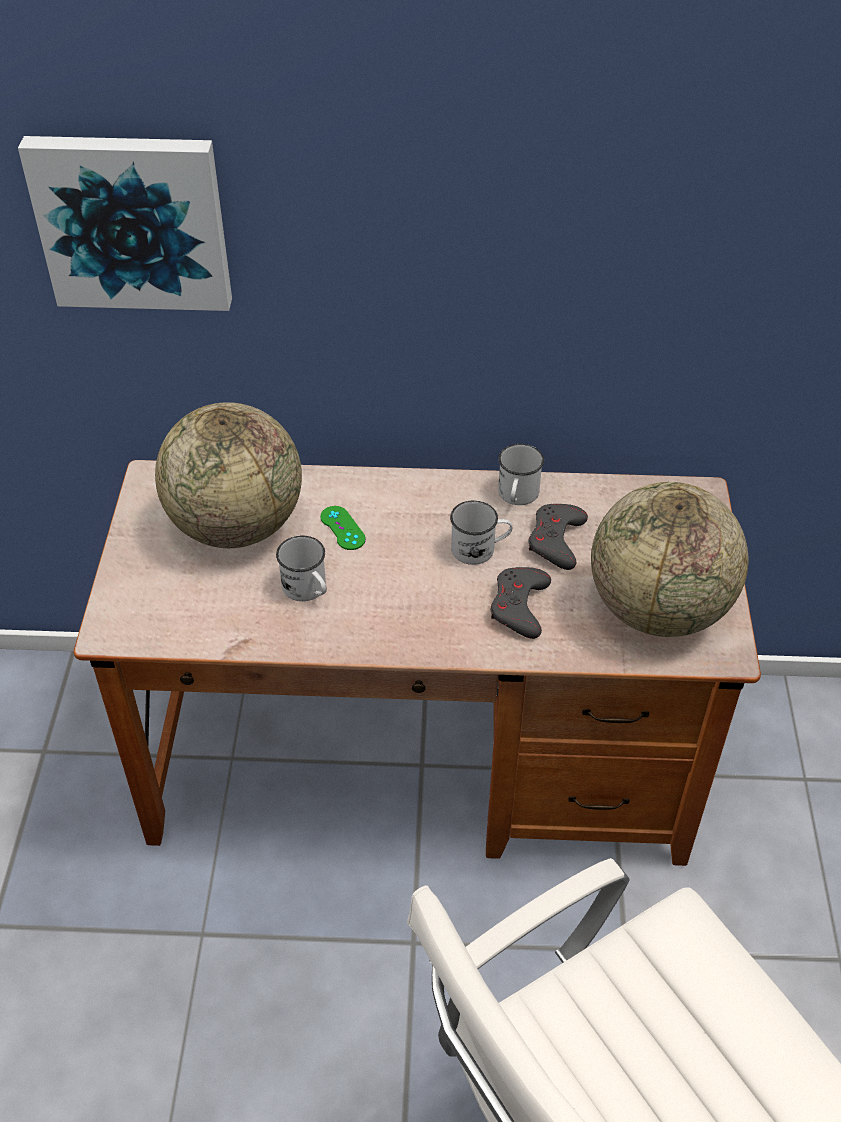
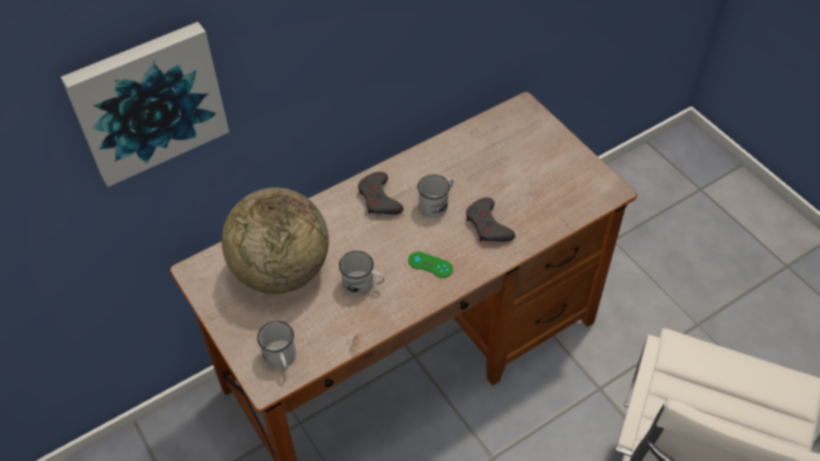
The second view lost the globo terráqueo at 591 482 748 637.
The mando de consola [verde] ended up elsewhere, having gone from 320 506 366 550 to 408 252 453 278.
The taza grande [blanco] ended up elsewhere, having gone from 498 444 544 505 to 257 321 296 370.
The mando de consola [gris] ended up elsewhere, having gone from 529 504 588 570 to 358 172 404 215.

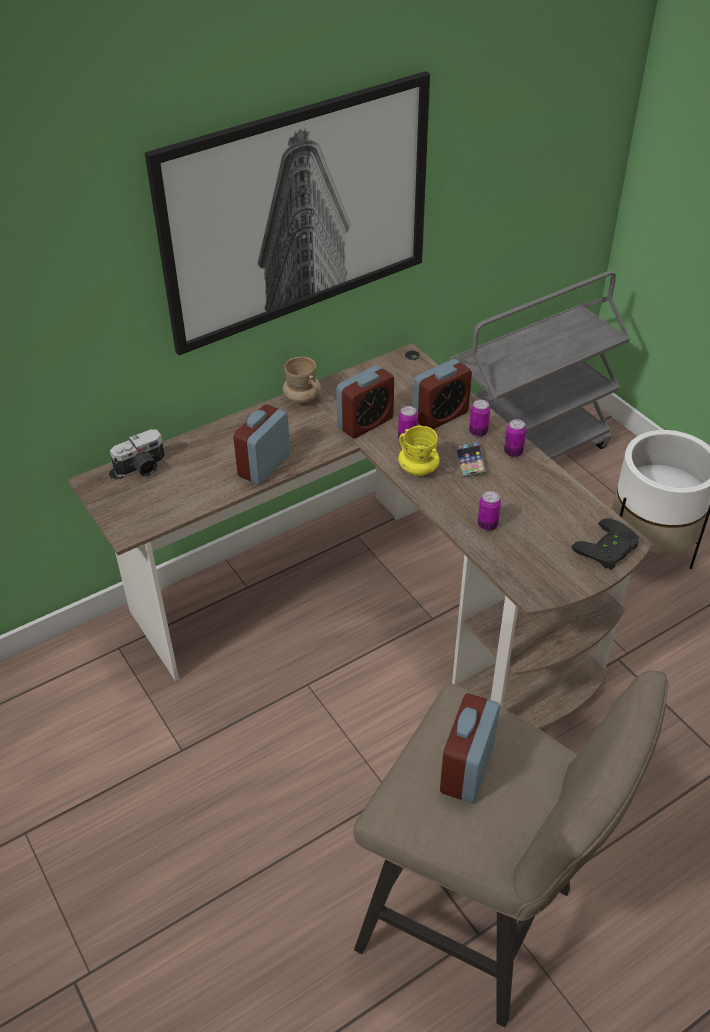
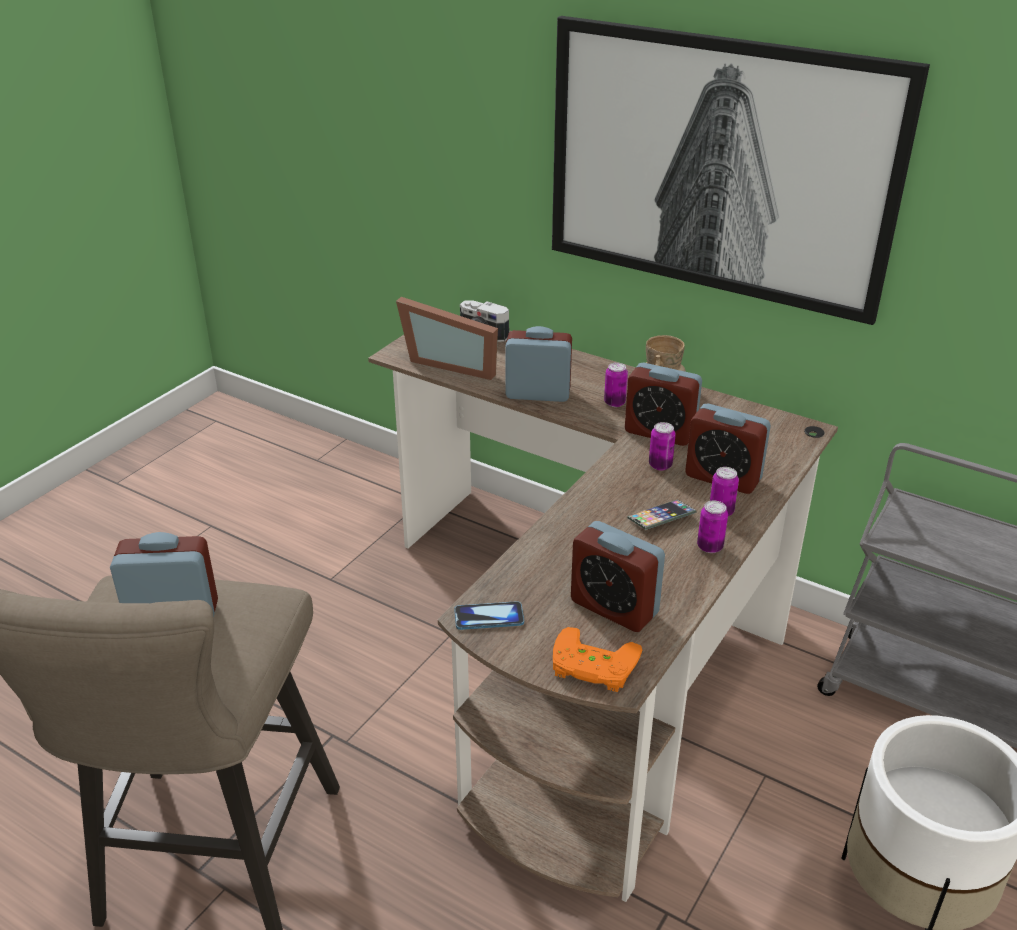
The second view lost the taza grande [amarillo] at 398 426 440 476.
The second view gained the portarretratos at 396 297 498 380.
The second view gained the móvil at 454 601 524 630.
The second view gained the despertador at 571 521 665 632.
The lata ended up elsewhere, having gone from 478 491 501 531 to 604 362 628 407.
What was the mando de consola [negro] at 572 518 639 570 turned into the mando de consola [naranja] at 553 627 642 692.

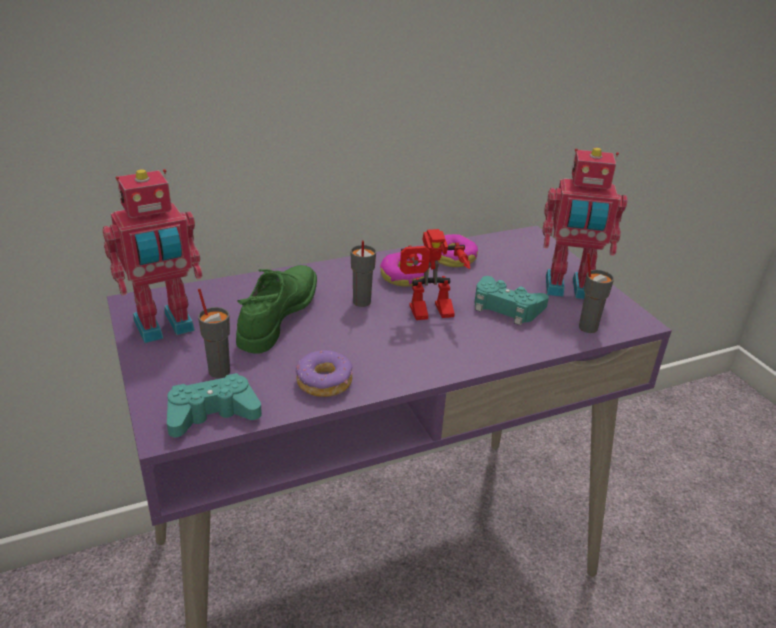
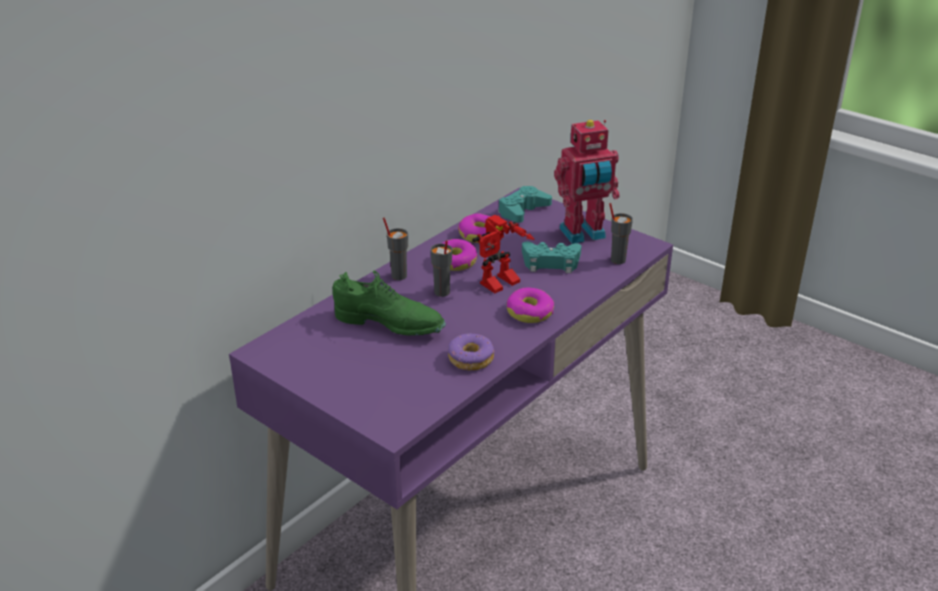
The second view lost the robot de juguete at 103 169 203 343.
The second view gained the rosquilla at 507 288 554 323.
The mando de consola [turquesa] ended up elsewhere, having gone from 167 373 262 437 to 498 186 552 223.
The taza [gris] ended up elsewhere, having gone from 198 289 230 378 to 383 218 408 280.
The zapato [verde] at 236 265 317 354 ended up facing another way, 120 degrees clockwise from before.

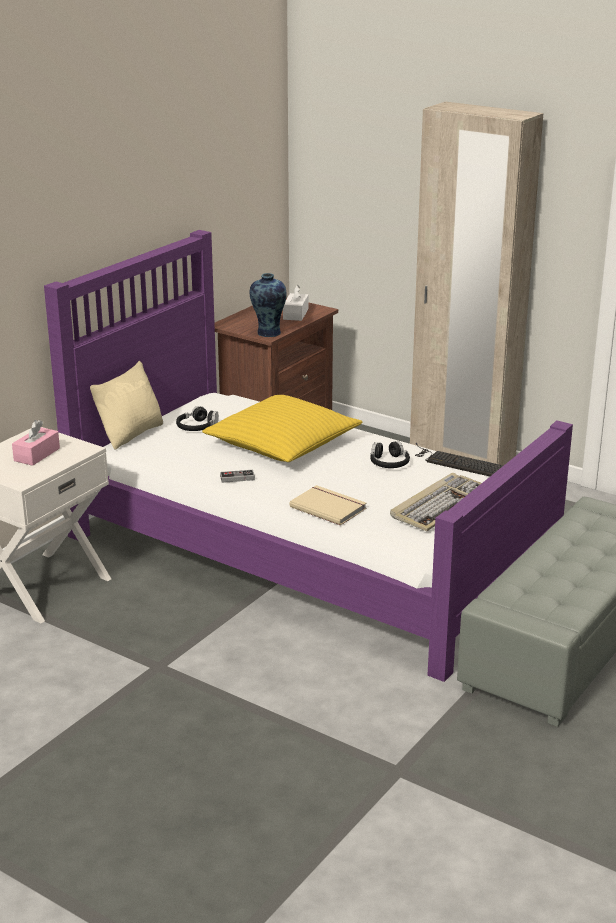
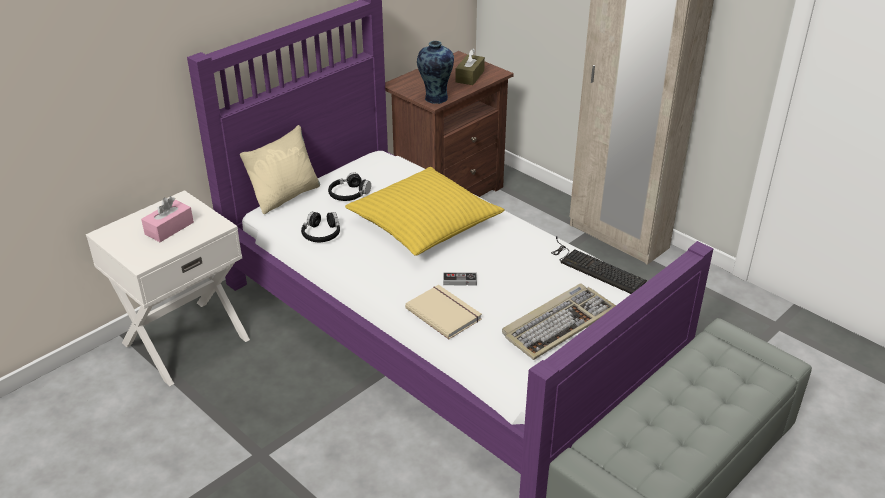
The mando de consola ended up elsewhere, having gone from 220 470 255 483 to 443 272 477 285.
The auriculares [negro] ended up elsewhere, having gone from 370 441 410 468 to 301 212 340 242.
What was the caja de pañuelos [blanco] at 283 285 308 321 turned into the caja de pañuelos [marrón] at 455 49 485 85.

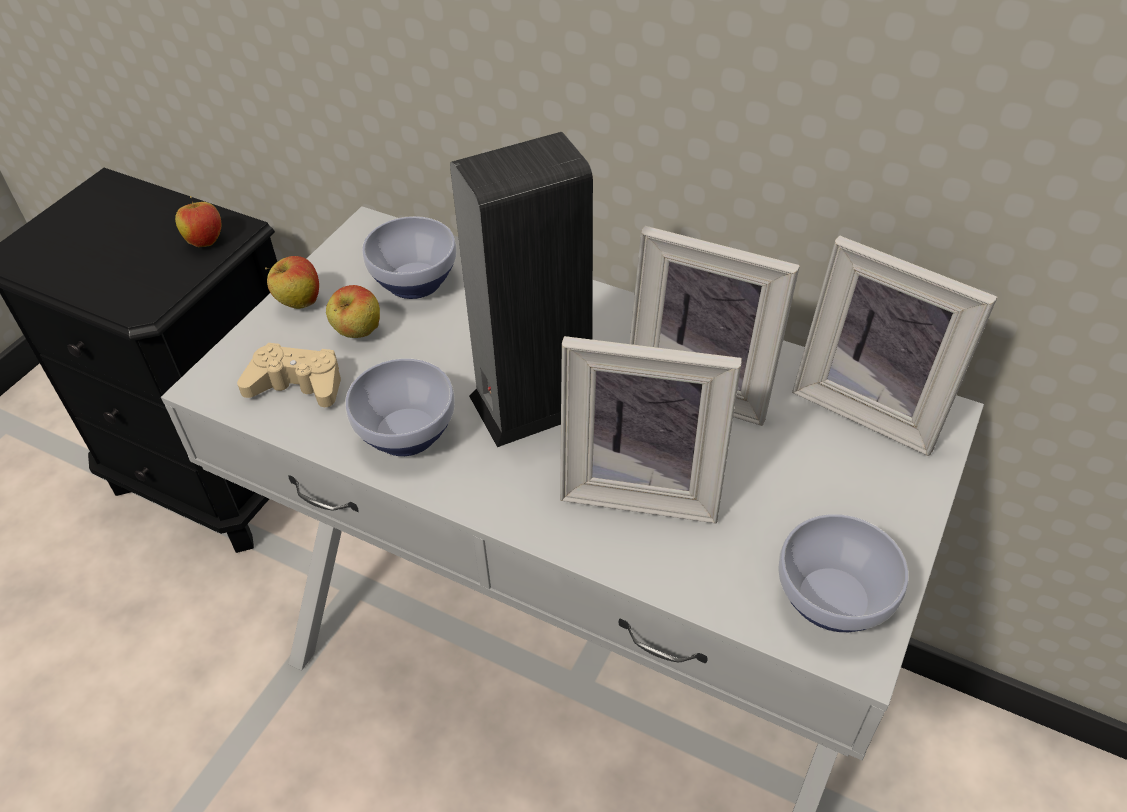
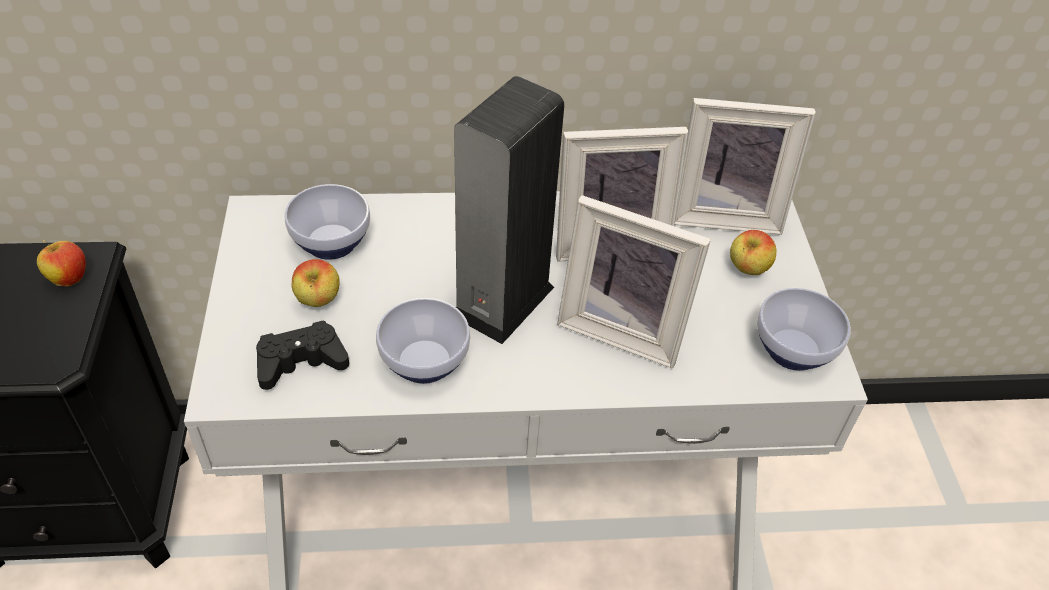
The manzana ended up elsewhere, having gone from 265 256 319 309 to 730 230 776 275.
What was the mando de consola [beis] at 237 343 341 407 turned into the mando de consola [negro] at 256 320 349 390.
The portarretratos at 560 336 742 524 ended up facing another way, 45 degrees clockwise from before.

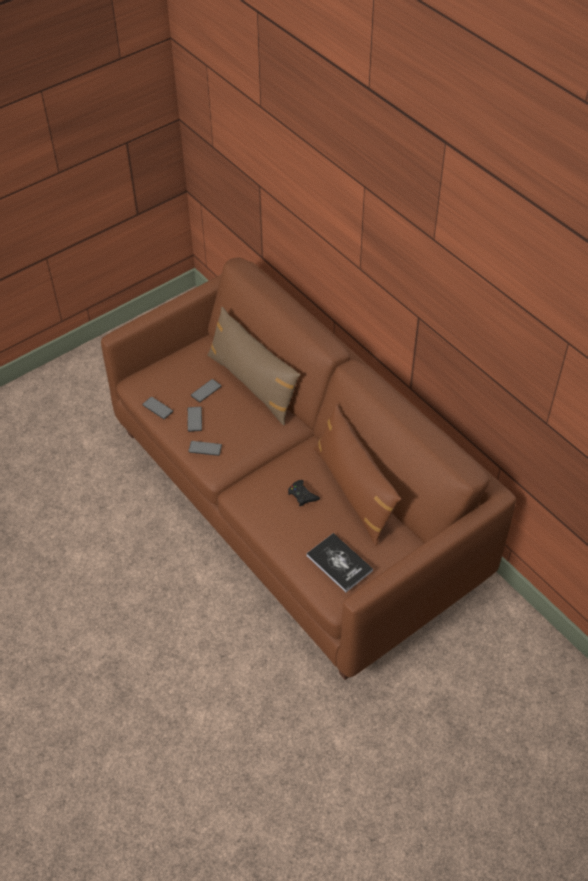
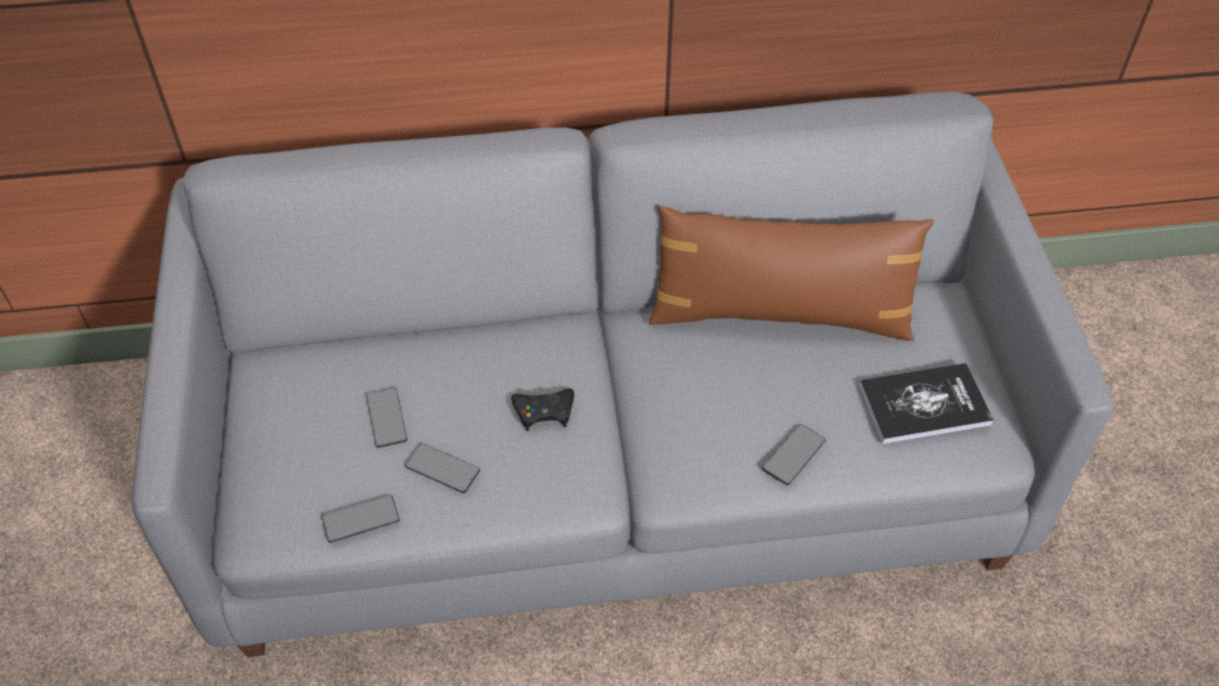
The second view lost the cojín [marrón] at 207 307 301 425.
The móvil ended up elsewhere, having gone from 188 441 222 456 to 762 424 826 485.
The mando de consola [negro] ended up elsewhere, having gone from 288 480 320 506 to 511 388 574 431.
What was the sofá [marrón] at 101 258 516 680 turned into the sofá [gris] at 132 92 1113 657.

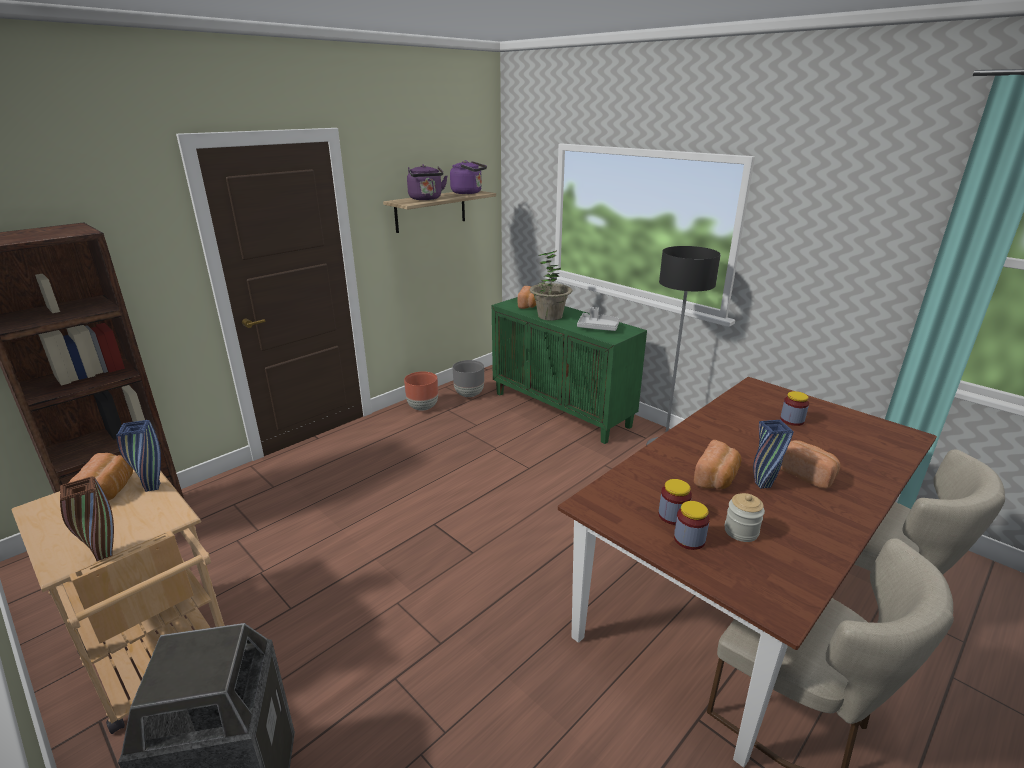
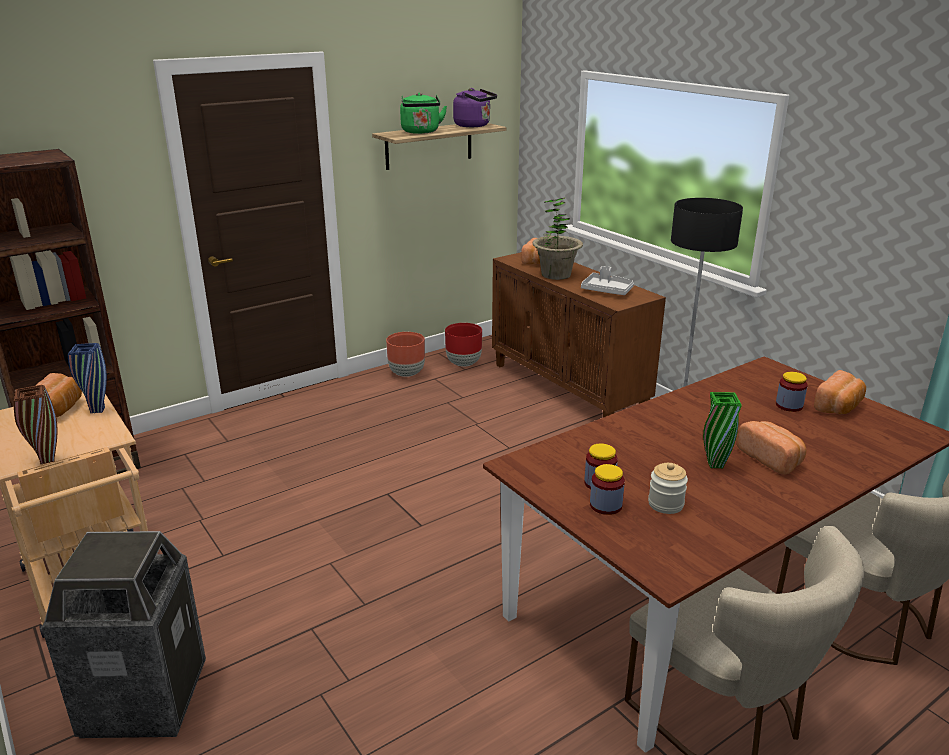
The pan ended up elsewhere, having gone from 694 440 741 489 to 814 370 866 414.
What was the hervidor [morado] at 407 164 448 200 turned into the hervidor [verde] at 400 92 447 134.
What was the maceta [gris] at 452 360 484 397 turned into the maceta [rojo] at 445 323 482 367.
What was the armario [verde] at 492 297 647 444 turned into the armario [marrón] at 492 252 666 417.
What was the florero [azul] at 753 420 794 489 turned into the florero [verde] at 703 392 742 468.

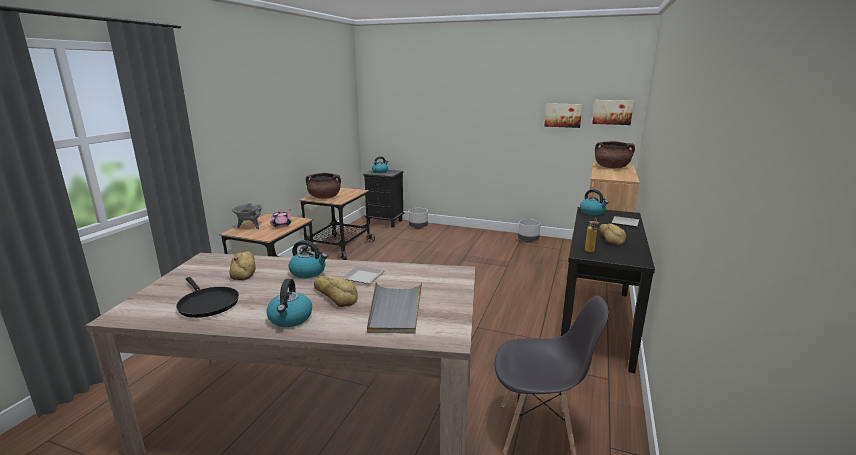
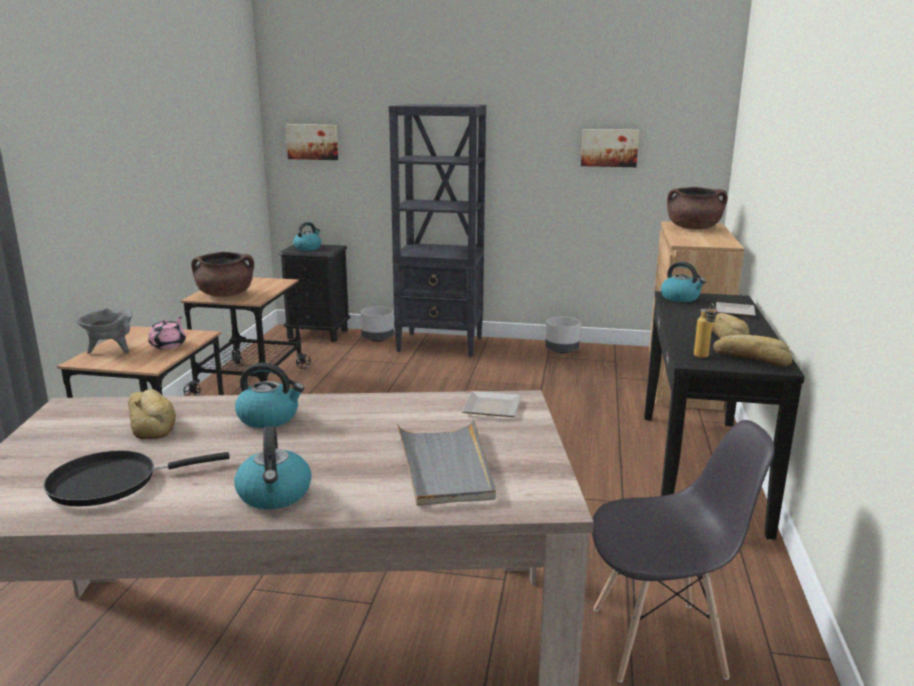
The second view gained the estantería [negro] at 389 104 486 357.
The pan ended up elsewhere, having gone from 314 275 358 307 to 713 335 792 367.
The plato ended up elsewhere, having gone from 342 266 385 284 to 462 391 521 417.
The cuadro ended up elsewhere, having gone from 592 100 634 125 to 286 124 338 160.
The sartén [negro] at 176 277 239 318 ended up facing another way, 120 degrees clockwise from before.

